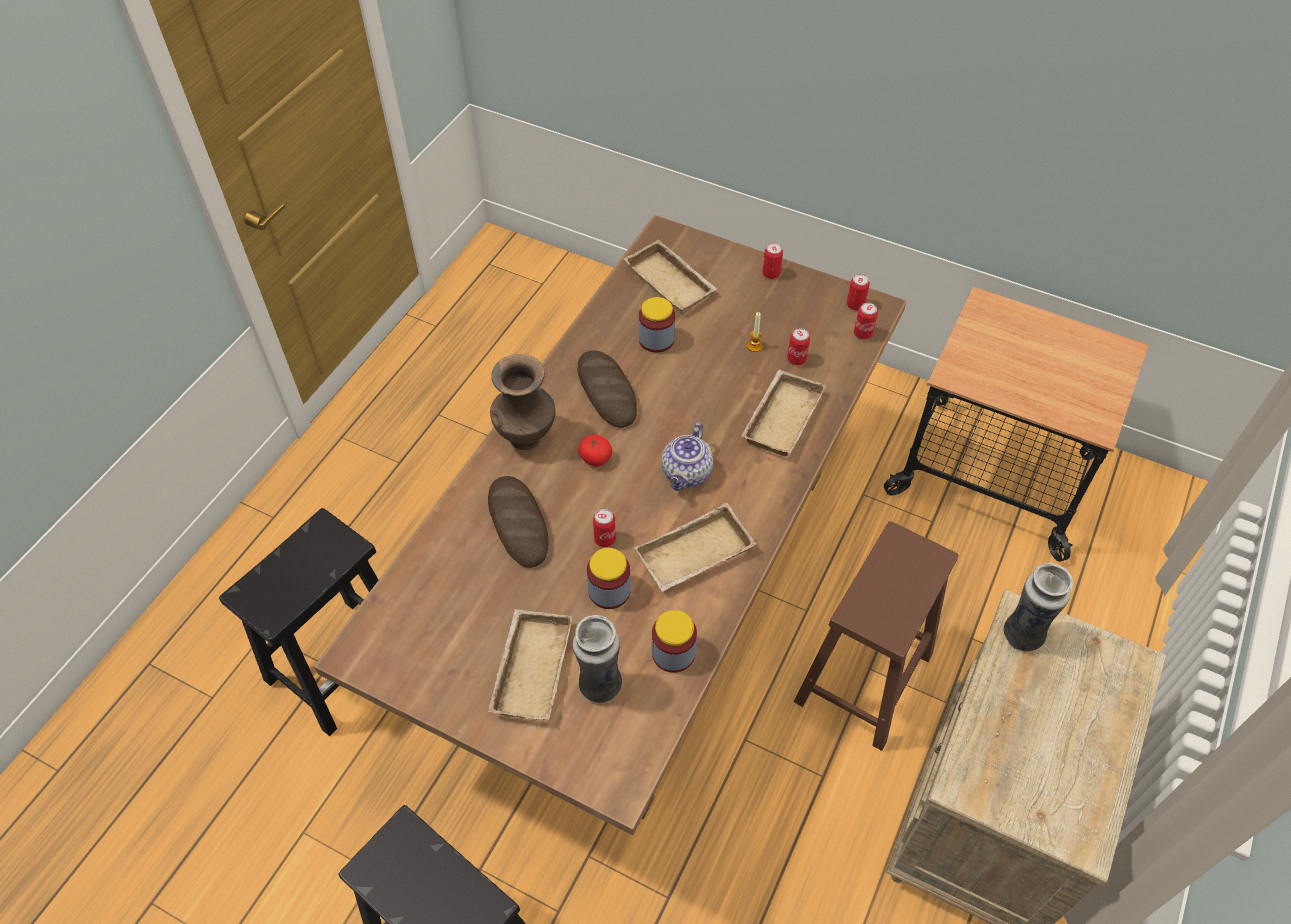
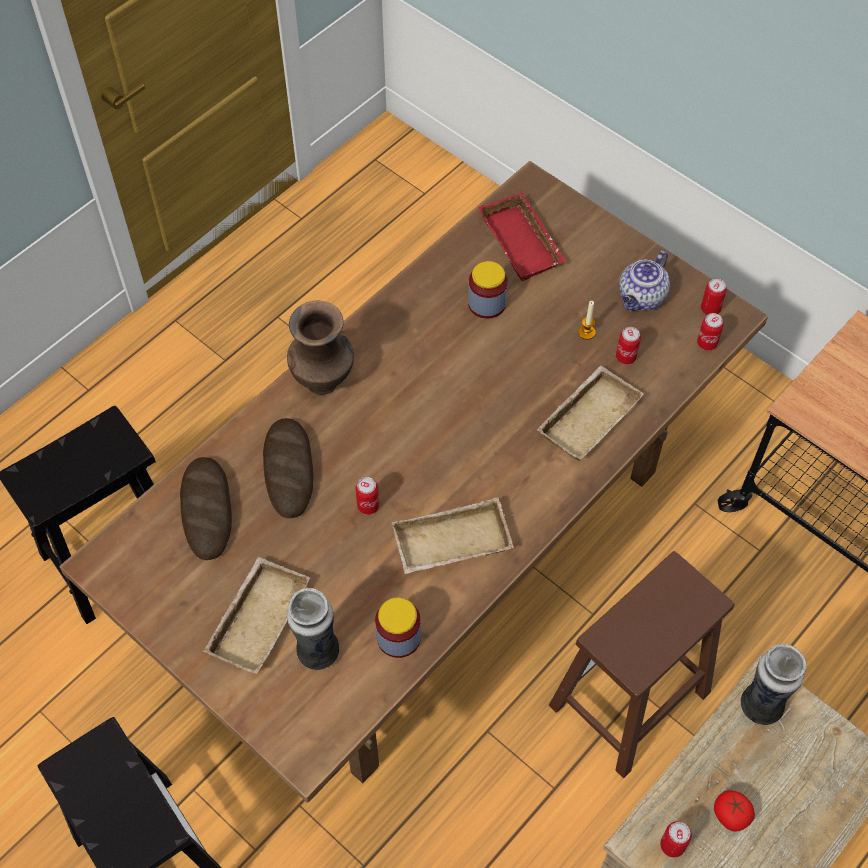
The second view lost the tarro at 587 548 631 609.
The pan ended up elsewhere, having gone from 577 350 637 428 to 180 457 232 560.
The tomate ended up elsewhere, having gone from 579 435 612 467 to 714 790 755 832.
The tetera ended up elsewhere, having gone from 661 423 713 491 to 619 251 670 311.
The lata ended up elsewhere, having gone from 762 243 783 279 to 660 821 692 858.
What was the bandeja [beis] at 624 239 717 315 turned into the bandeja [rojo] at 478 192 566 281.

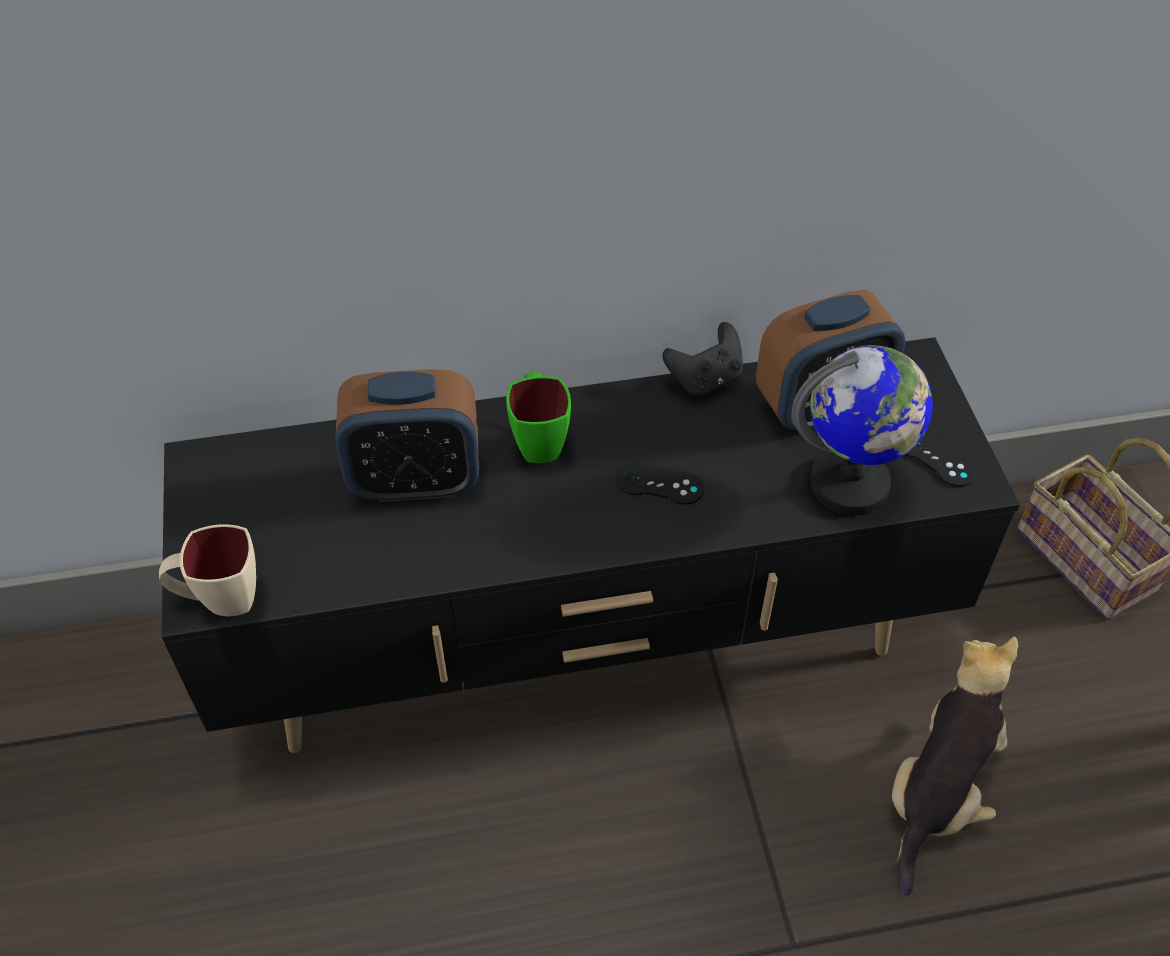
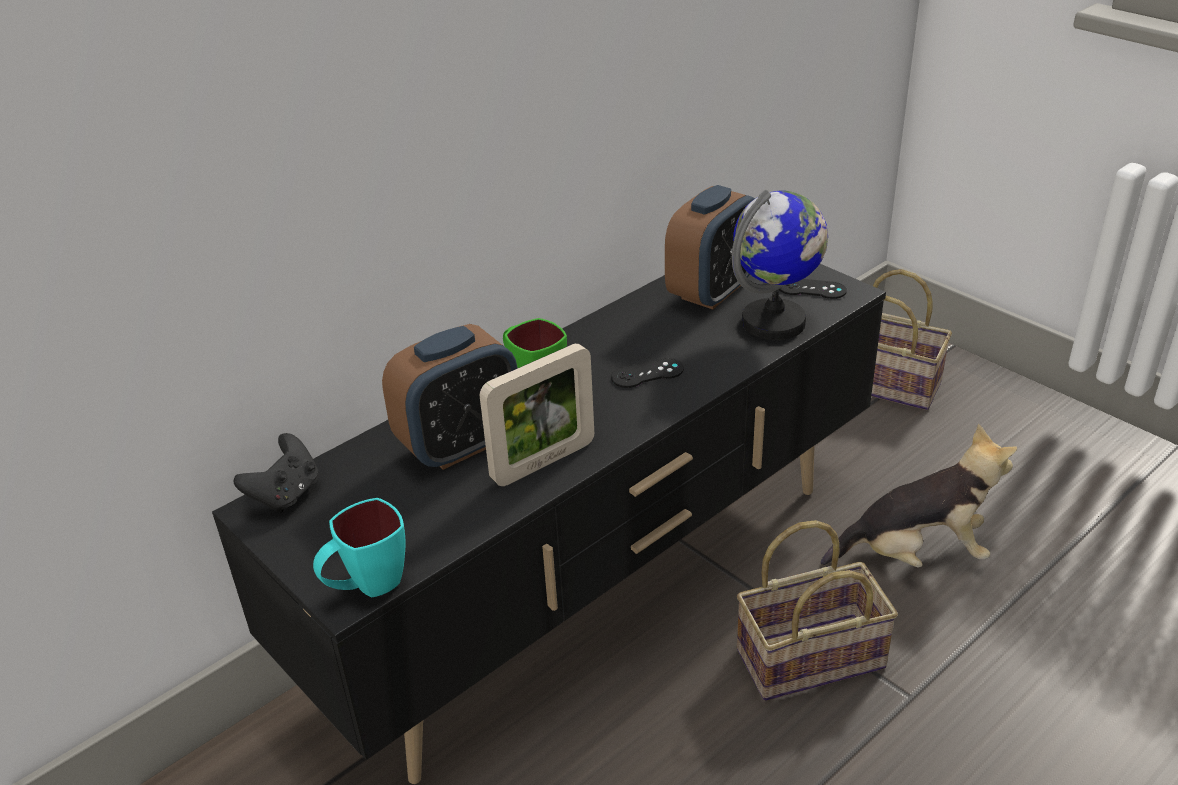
The second view gained the portarretratos at 480 343 594 486.
The second view gained the cesta at 737 520 898 701.
The mando de consola [negro] ended up elsewhere, having gone from 663 322 743 397 to 233 433 319 513.
What was the taza grande [beis] at 159 524 256 616 turned into the taza grande [turquesa] at 313 498 405 597.
The peluche at 892 637 1018 896 ended up facing another way, 90 degrees clockwise from before.

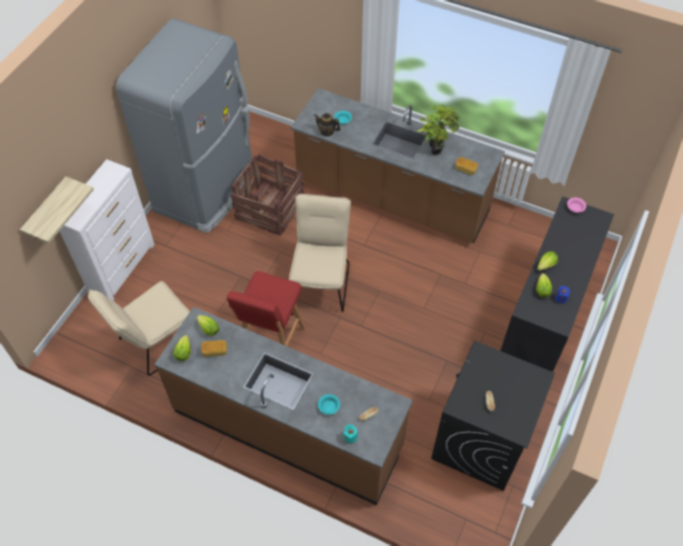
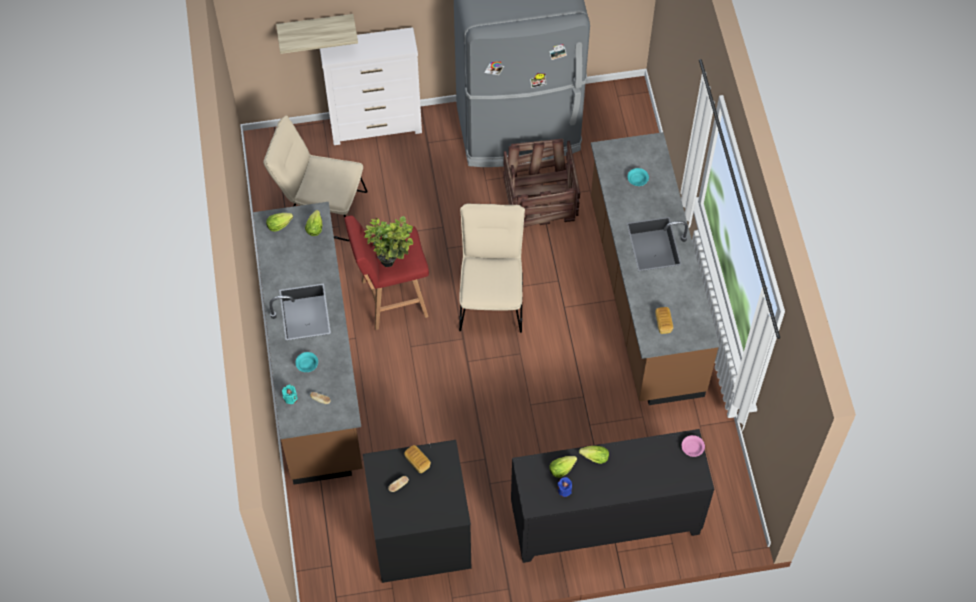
The second view lost the tetera at 314 113 341 137.
The pan ended up elsewhere, having gone from 201 340 227 357 to 404 445 431 473.
The planta en maceta ended up elsewhere, having gone from 417 105 460 155 to 364 216 413 267.
The silla [beis] at 289 194 351 312 ended up facing another way, 60 degrees counterclockwise from before.

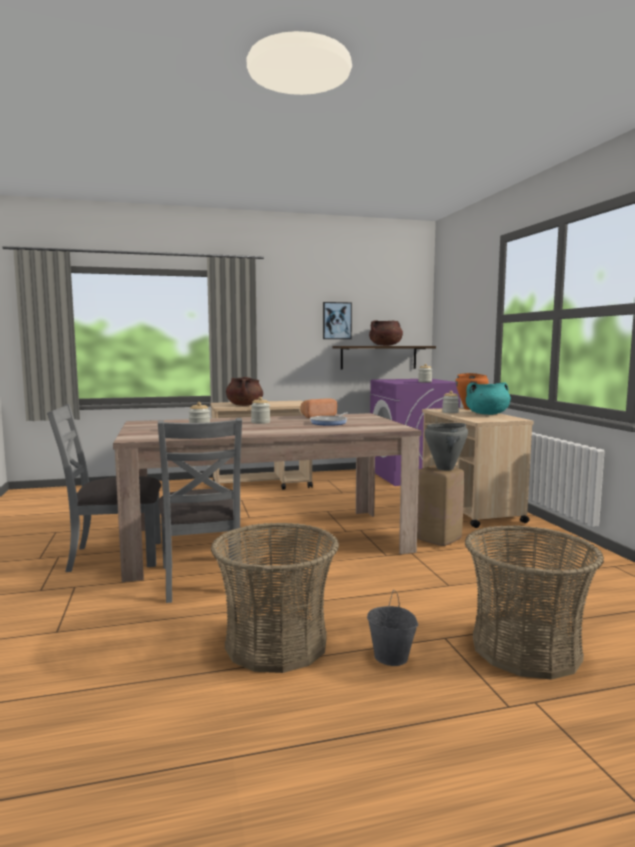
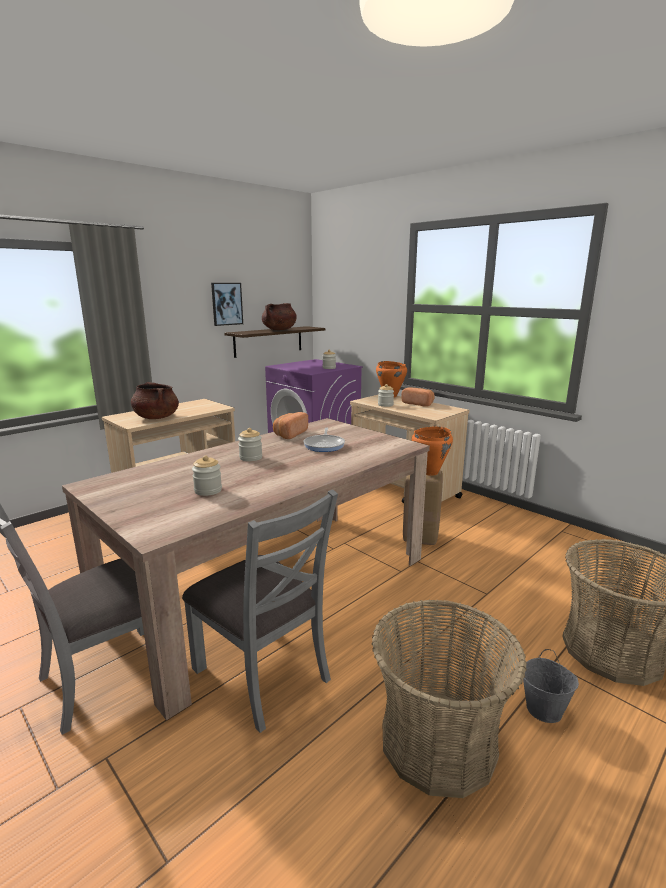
Where the olla [turquesa] stood at 466 382 511 415, the pan came to stand at 401 388 434 407.
What was the olla [gris] at 425 423 468 470 turned into the olla [naranja] at 412 426 453 476.

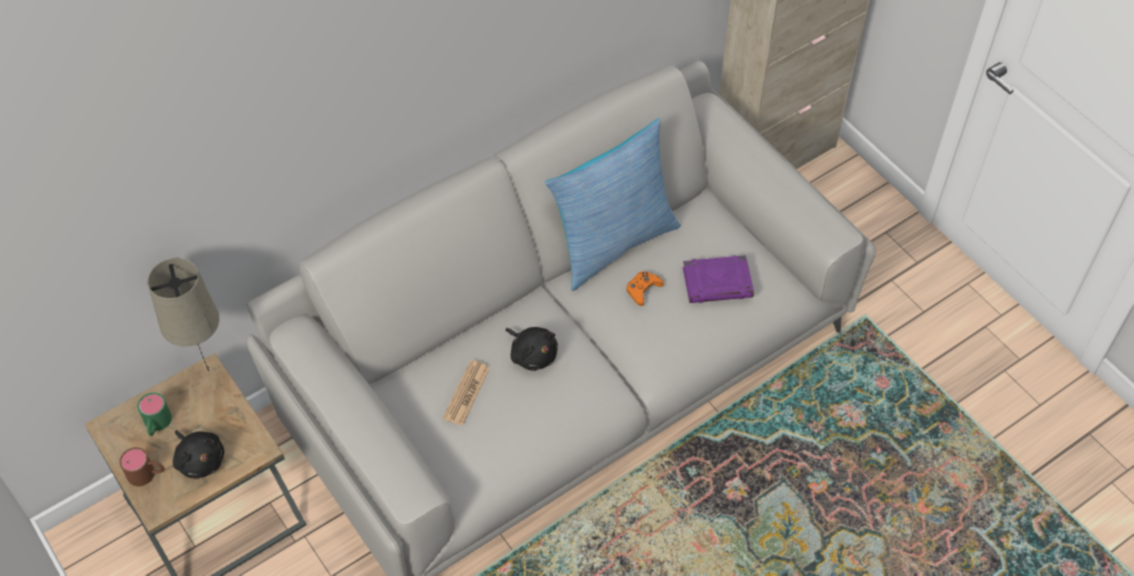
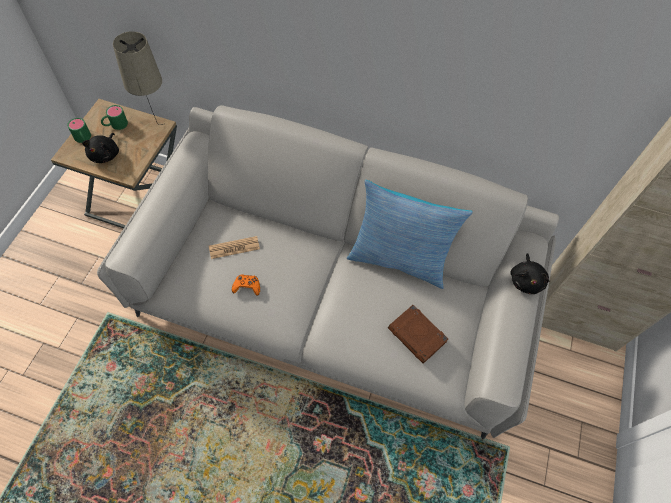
The peluche [negro] ended up elsewhere, having gone from 505 327 558 371 to 510 253 549 294.
The mando de consola [naranja] ended up elsewhere, having gone from 627 271 664 306 to 232 274 260 296.
What was the taza grande [marrón] at 119 447 164 486 turned into the taza grande [verde] at 67 118 91 143.
What was the libro [morado] at 683 255 754 303 turned into the libro [marrón] at 388 305 448 364.

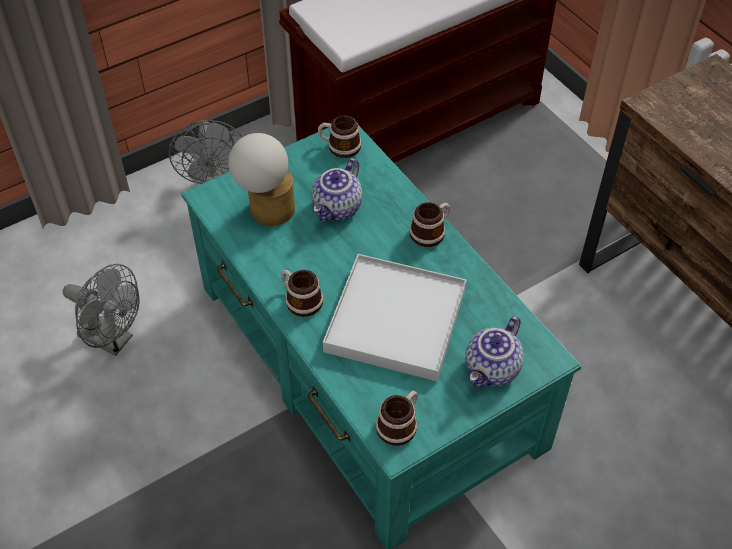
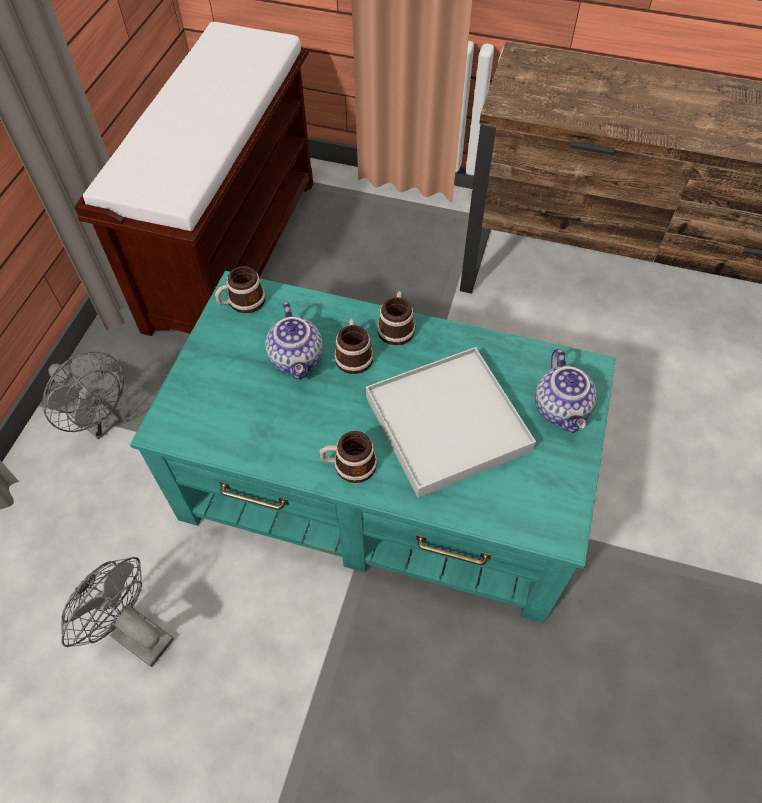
The second view lost the lámpara de mesa at 228 133 295 226.
The taza grande ended up elsewhere, having gone from 376 391 417 446 to 334 318 374 374.
The ventilador [gris] at 63 264 139 356 ended up facing another way, 135 degrees counterclockwise from before.

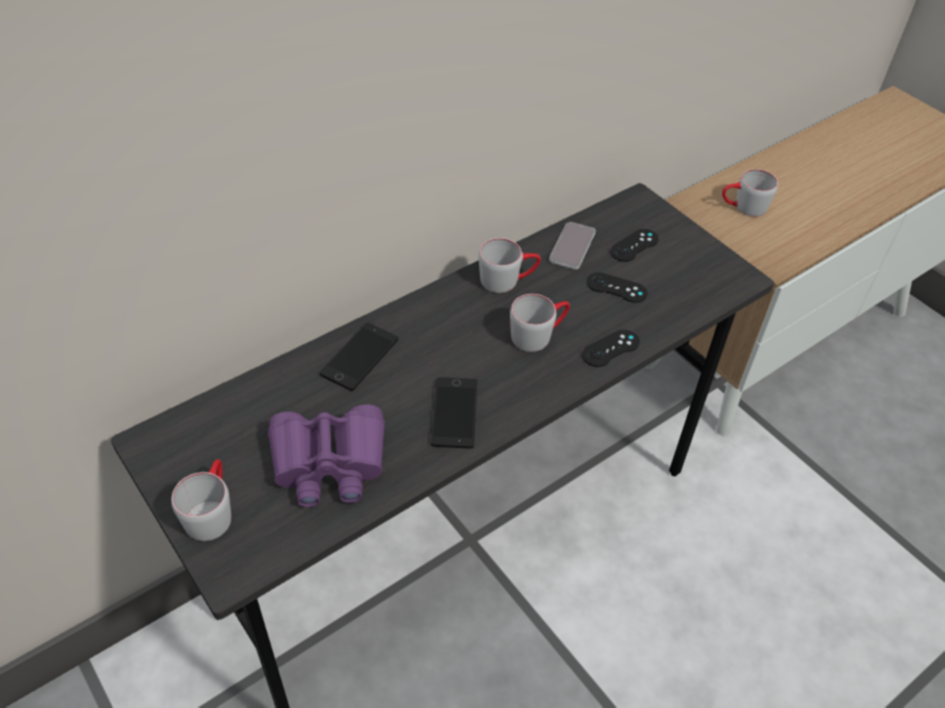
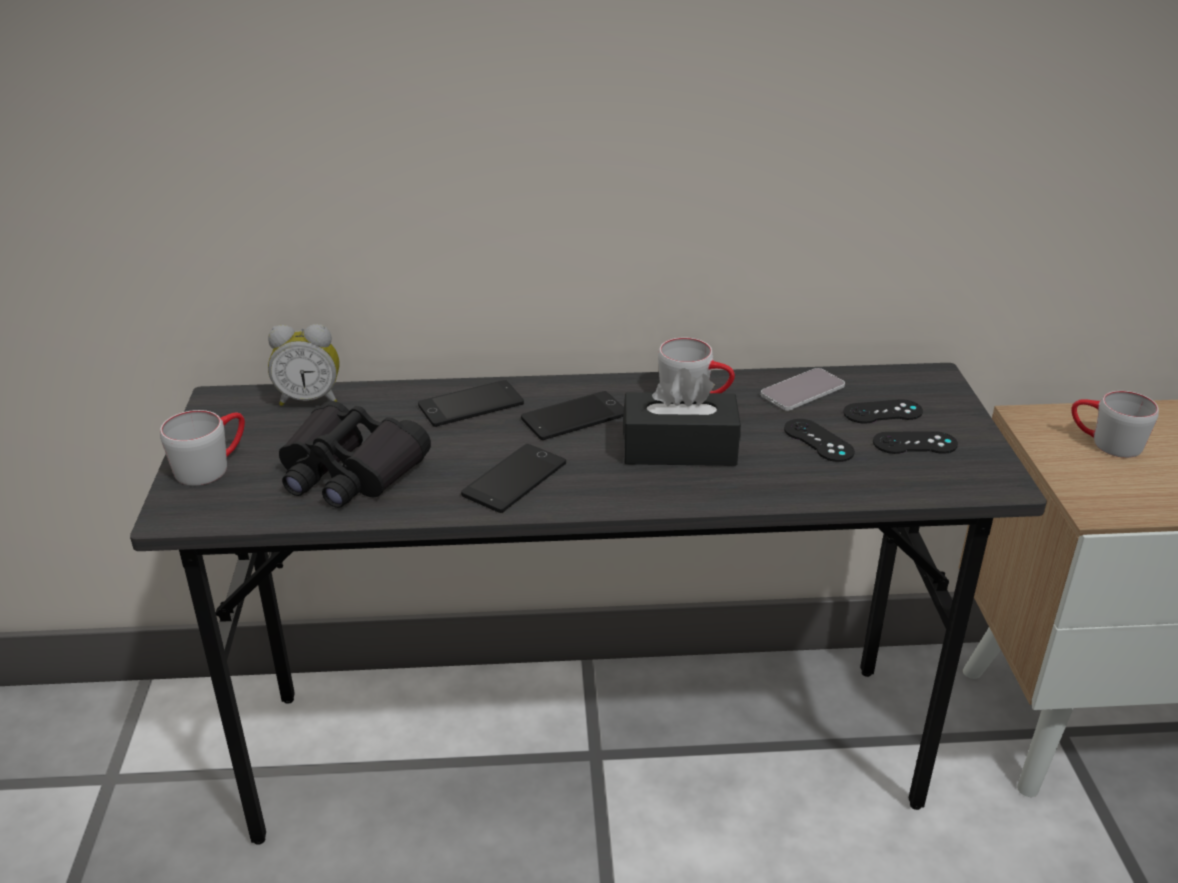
The second view gained the despertador at 268 324 340 406.
The second view gained the móvil at 521 391 624 440.
The mando de consola [negro] ended up elsewhere, having gone from 582 330 640 367 to 873 431 958 454.
Where the taza grande [gris] stood at 510 294 570 352, the caja de pañuelos [negro] came to stand at 623 368 741 466.
What was the prismáticos [morado] at 268 405 385 507 turned into the prismáticos [negro] at 279 401 431 508.

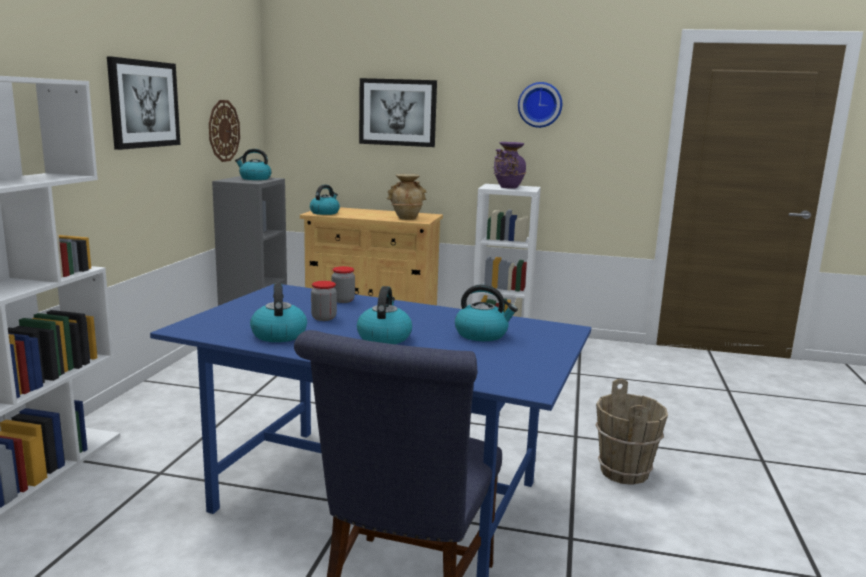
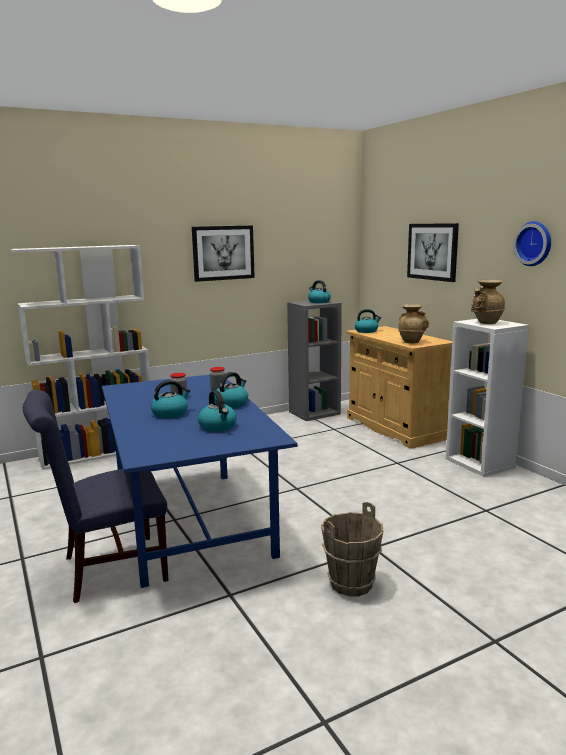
The second view lost the reloj de pared at 209 100 240 162.
The hervidor ended up elsewhere, having gone from 250 283 307 342 to 214 372 248 408.
What was the florero [morado] at 493 142 526 189 turned into the florero [beis] at 471 280 505 324.

